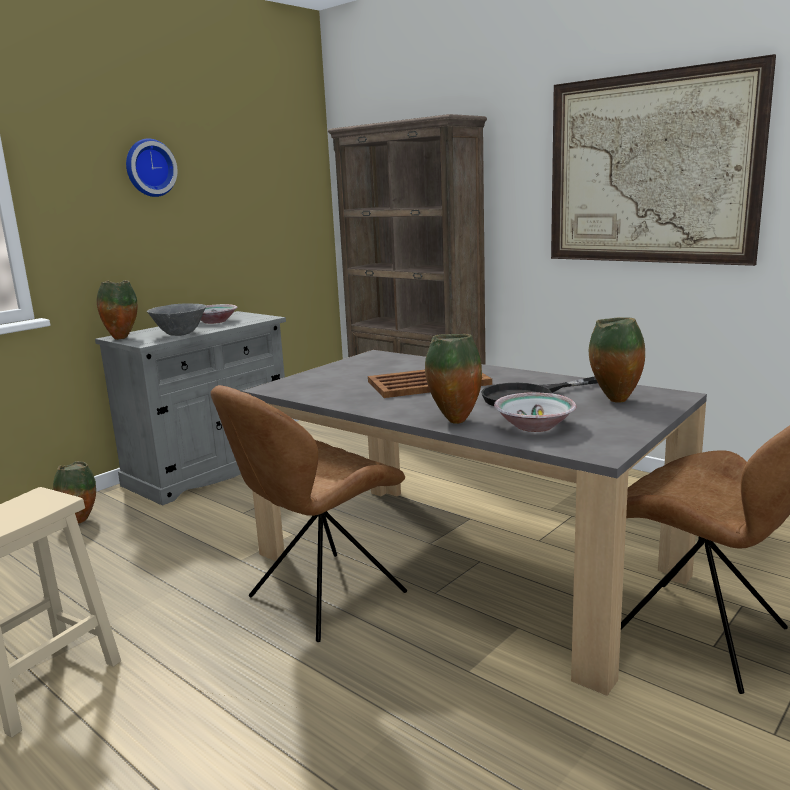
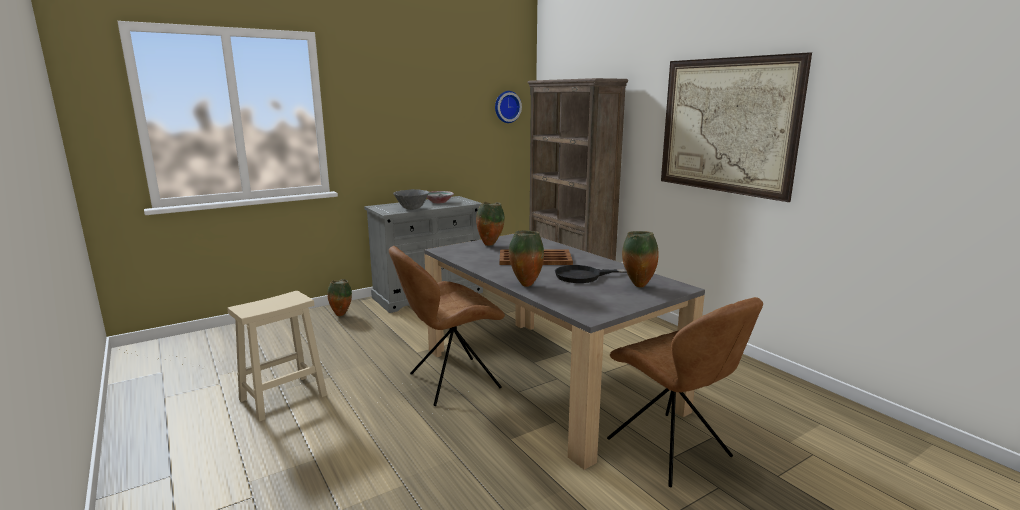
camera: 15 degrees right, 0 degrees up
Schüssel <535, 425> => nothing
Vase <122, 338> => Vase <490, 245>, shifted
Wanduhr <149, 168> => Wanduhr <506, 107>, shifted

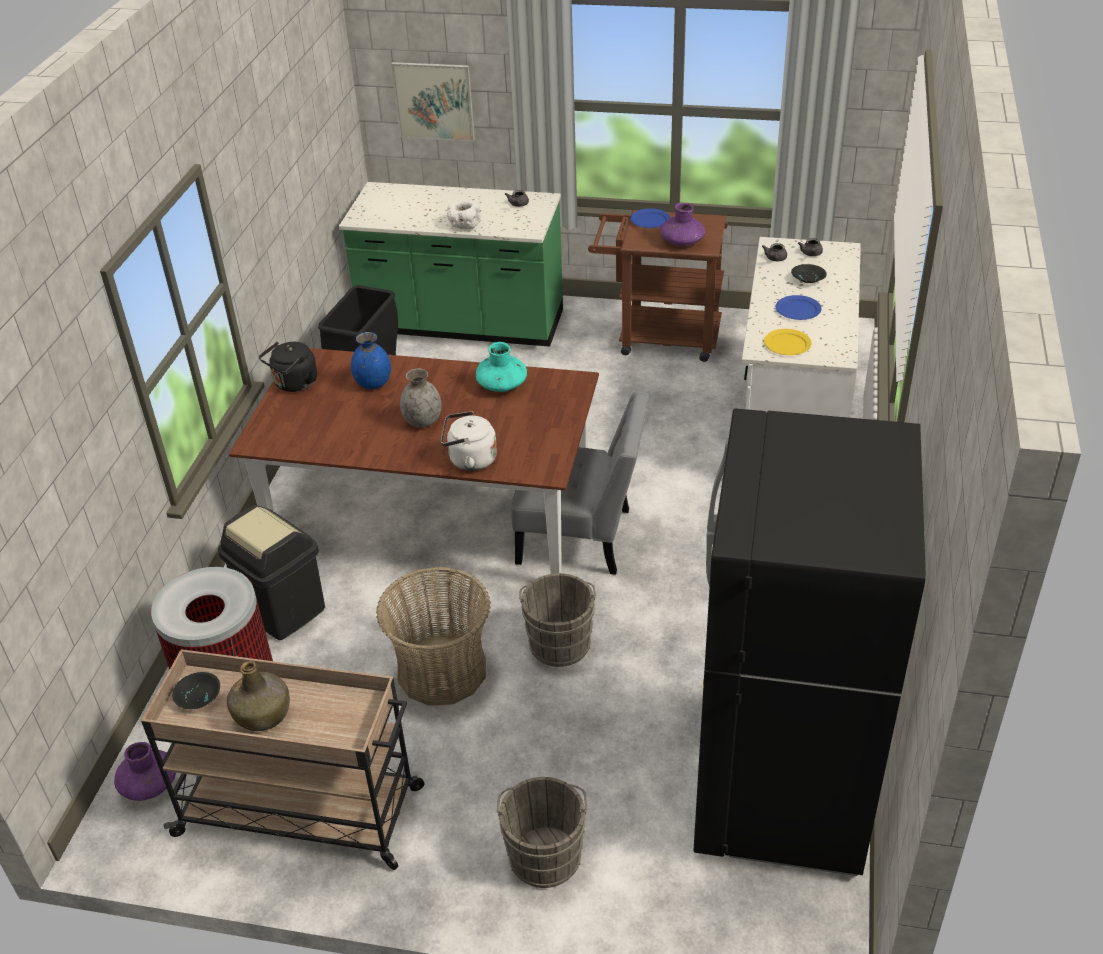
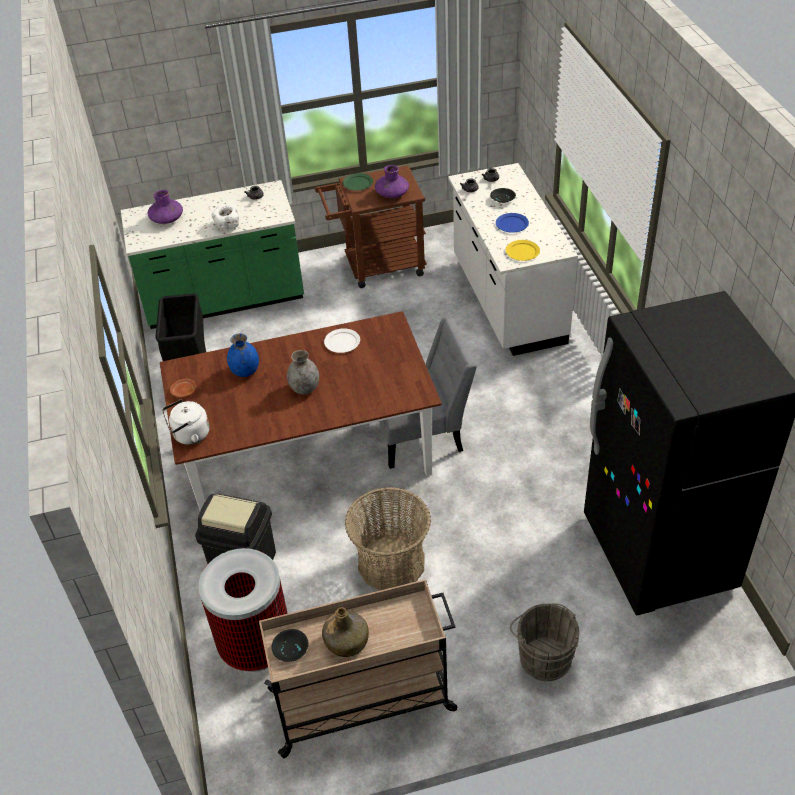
camera: 25 degrees left, 5 degrees up
Bild <434, 101> => nothing
Eimer/grau <559, 641> => nothing
Vase/lila <149, 784> => Vase/lila <167, 219>, shifted
Wasserkessel/weiß <469, 460> => Wasserkessel/weiß <189, 435>, shifted
Wasserkessel/schwarz <294, 384> => Teller/braun <184, 391>
Vase/türkis <502, 385> => Teller/weiß <342, 342>
Teller/blau <650, 220> => Teller/grün <357, 183>

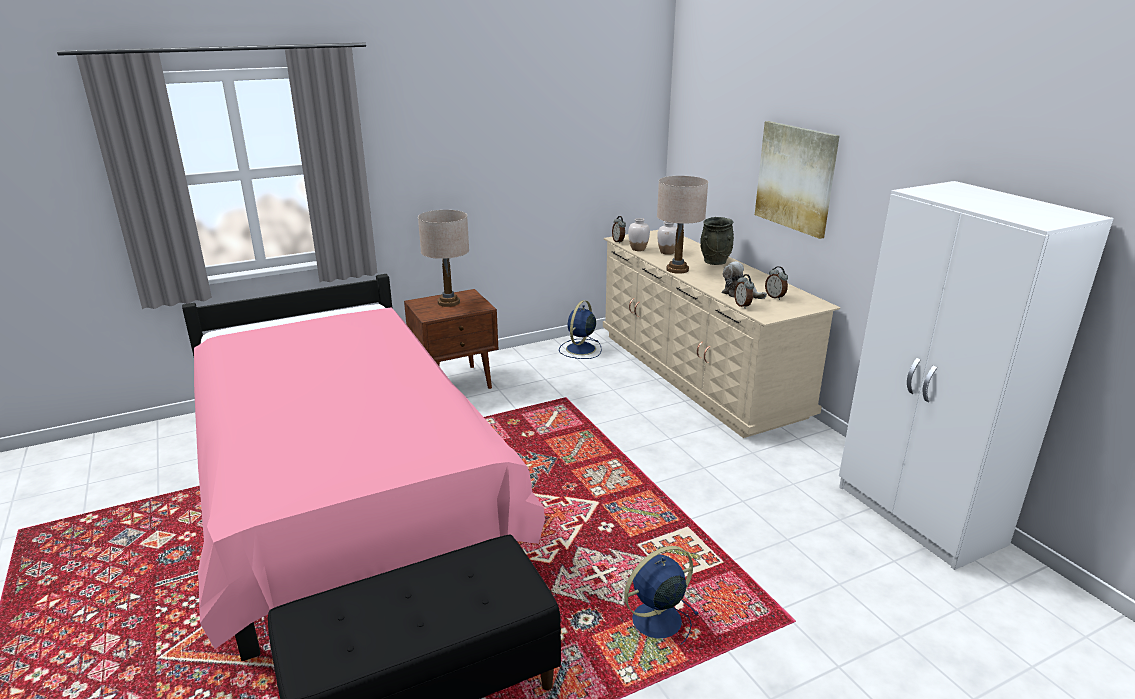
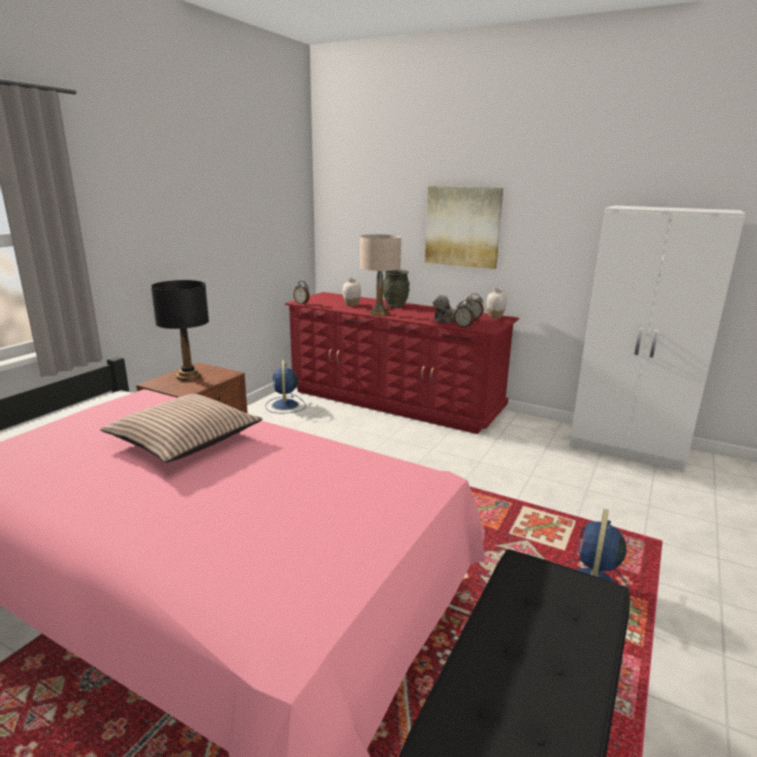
camera: 35 degrees left, 5 degrees down
nothing => Kissen <184, 440>
Vase/weiß <638, 249> => Vase/weiß <495, 317>, shifted
Tischlampe/beige <448, 302> => Tischlampe/schwarz <188, 377>
Kommode/beige <697, 373> => Kommode/rot <394, 400>

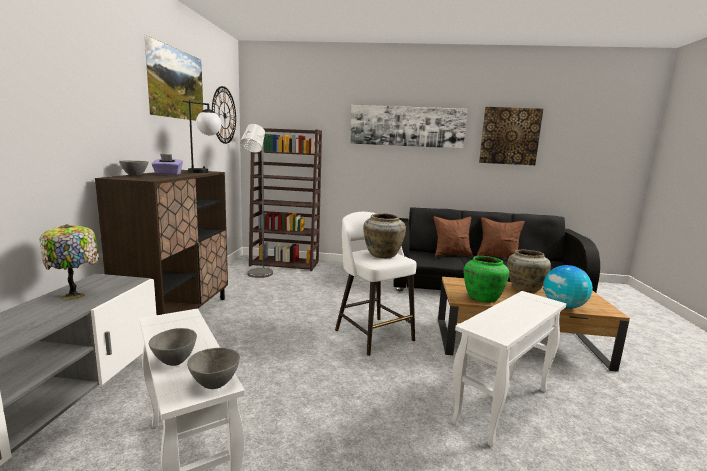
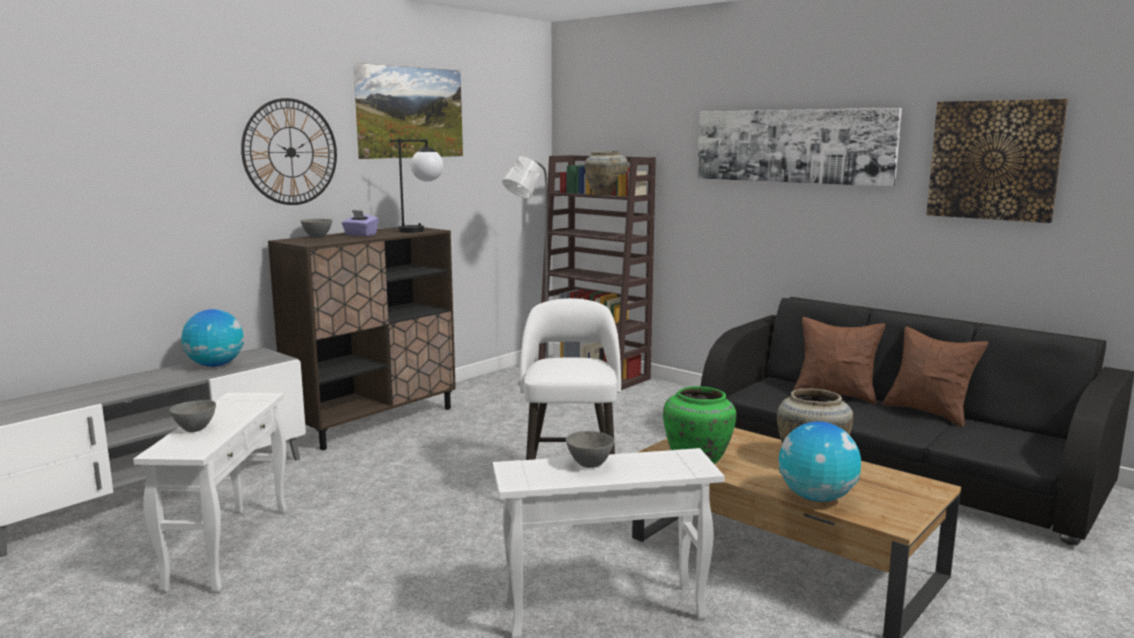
camera: 35 degrees right, 0 degrees up
Schüssel/grau <214, 384> => Schüssel/grau <589, 464>, shifted
Wanduhr <224, 115> => Wanduhr <290, 152>, shifted
Vase/beige <382, 255> => Vase/beige <605, 194>, shifted
Tischlampe <75, 296> => Globus <215, 365>

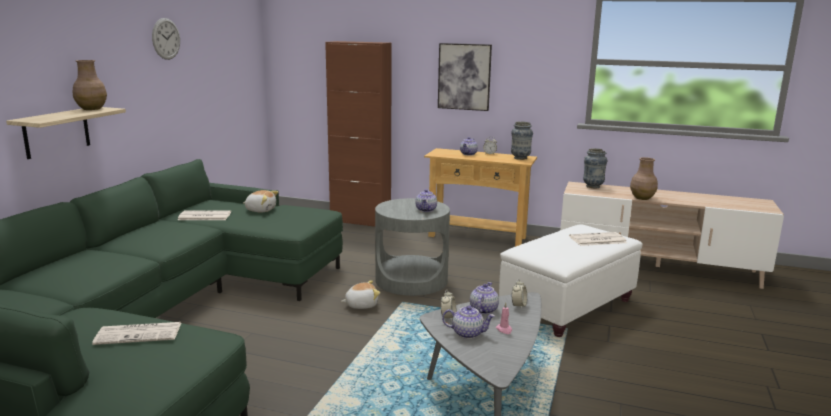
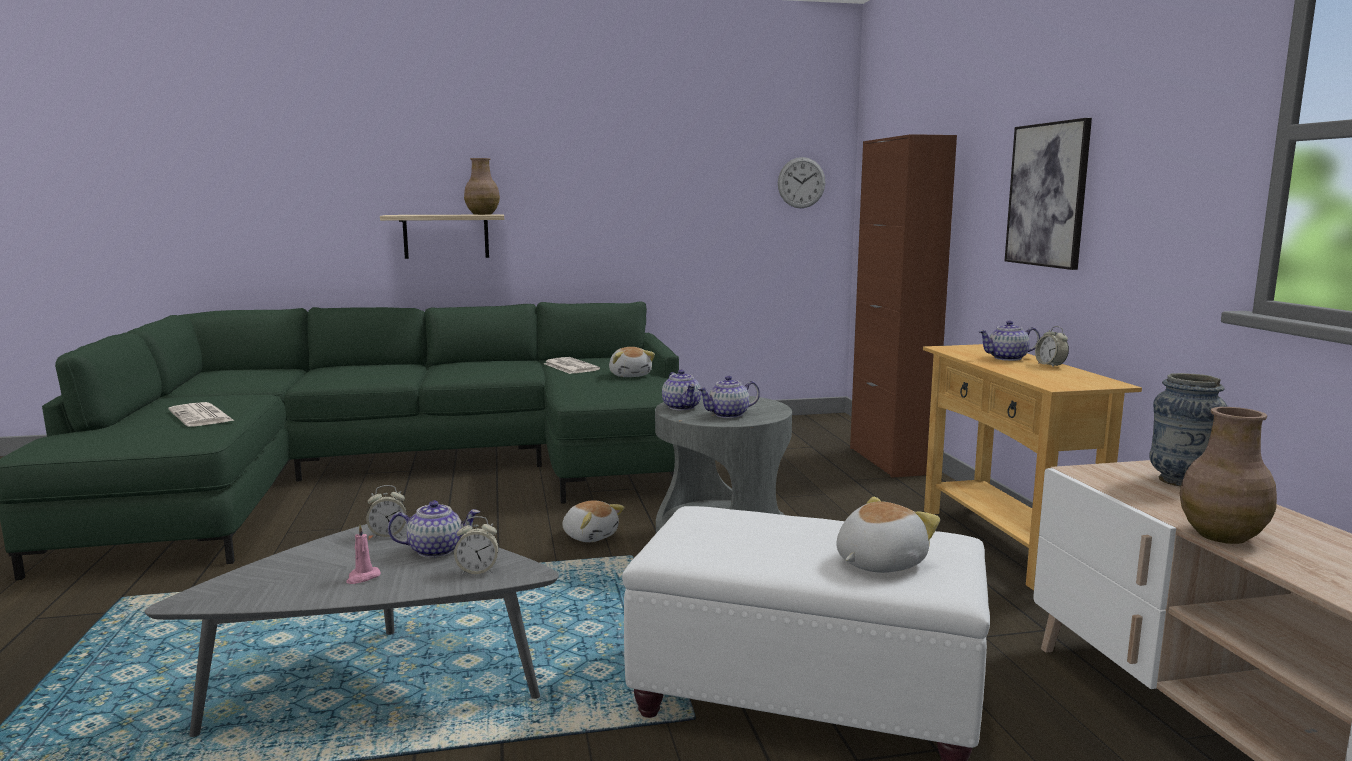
camera: 60 degrees right, 5 degrees down
Vase <520, 158> => nothing
Wanduhr <166, 39> => Wanduhr <801, 182>, shifted
Teekanne <468, 333> => Teekanne <682, 407>, shifted
Zeitung <597, 240> => Plüschtier <878, 563>

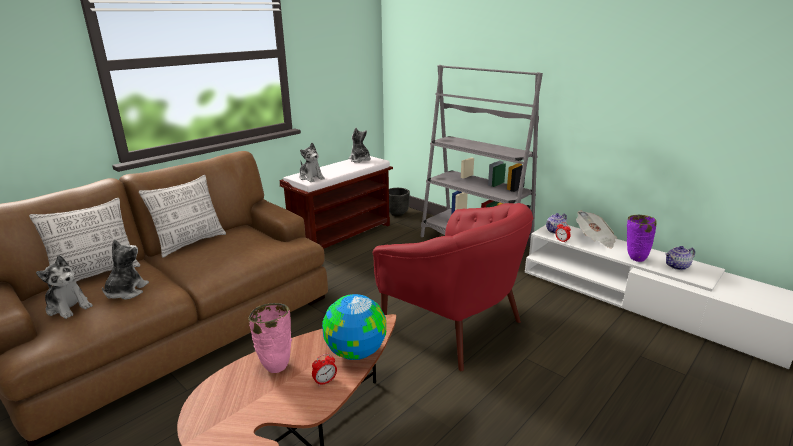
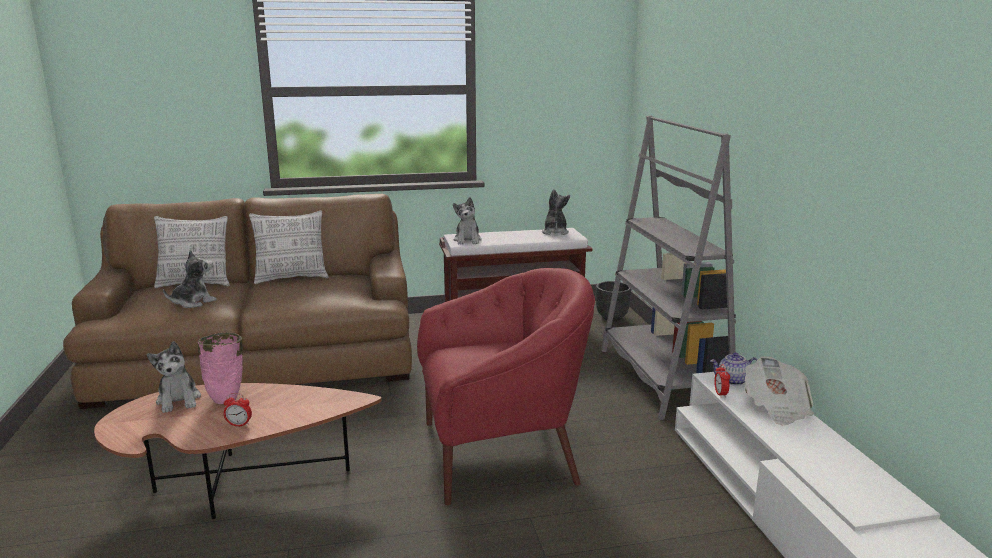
camera: 35 degrees right, 5 degrees down
Globus <355, 352> => nothing
Vase/lila <634, 258> => nothing
Teekanne <677, 266> => nothing
Plüschtier <69, 307> => Plüschtier <179, 400>, shifted
Sessel/rot <454, 325> => Sessel/rot <500, 453>, 90 degrees counterclockwise

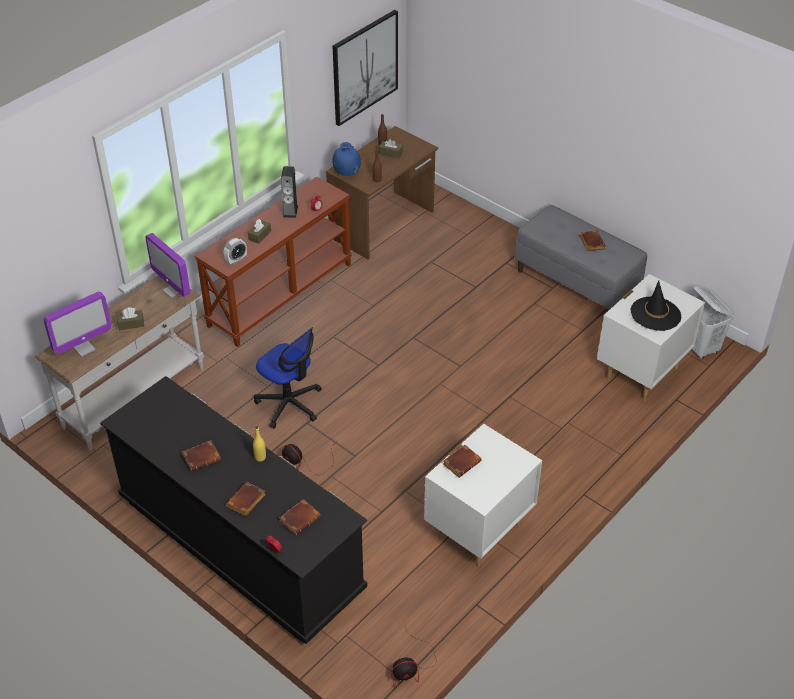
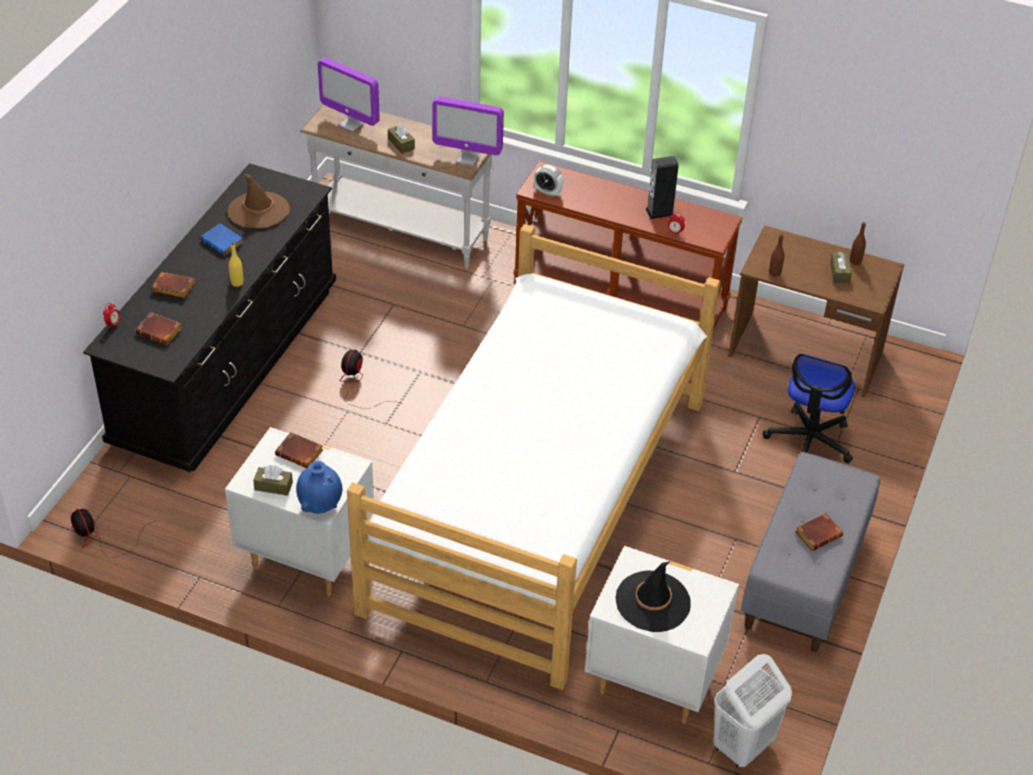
camera: 70 degrees right, 0 degrees up
Bild <365, 67> => nothing
nothing => Hut/braun <258, 210>
nothing => Bett <537, 503>
Taschentuchbox/braun <259, 235> => Taschentuchbox/braun <273, 486>, shifted
Bürostuhl <289, 404> => Bürostuhl <809, 441>, shifted
Vase/blau <346, 173> => Vase/blau <320, 505>, shifted
Buch/braun <202, 457> => Buch/blau <224, 242>
Monitor <173, 290> => Monitor <467, 158>, 105 degrees counterclockwise

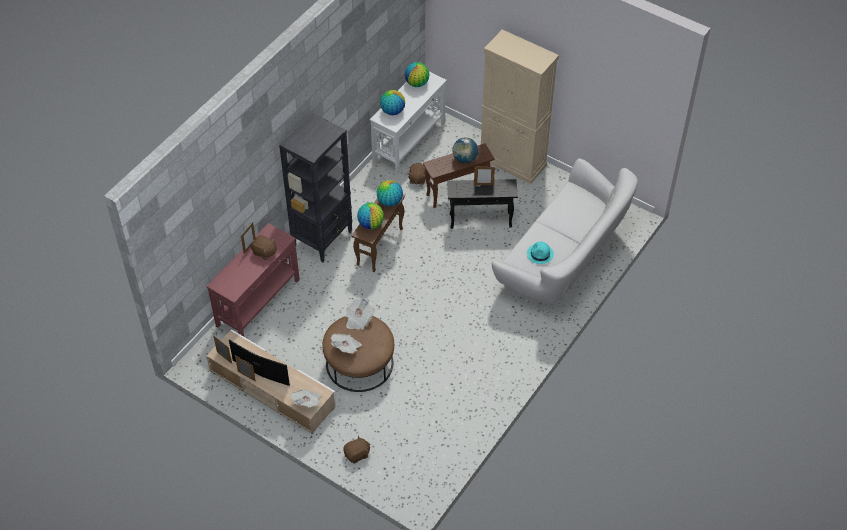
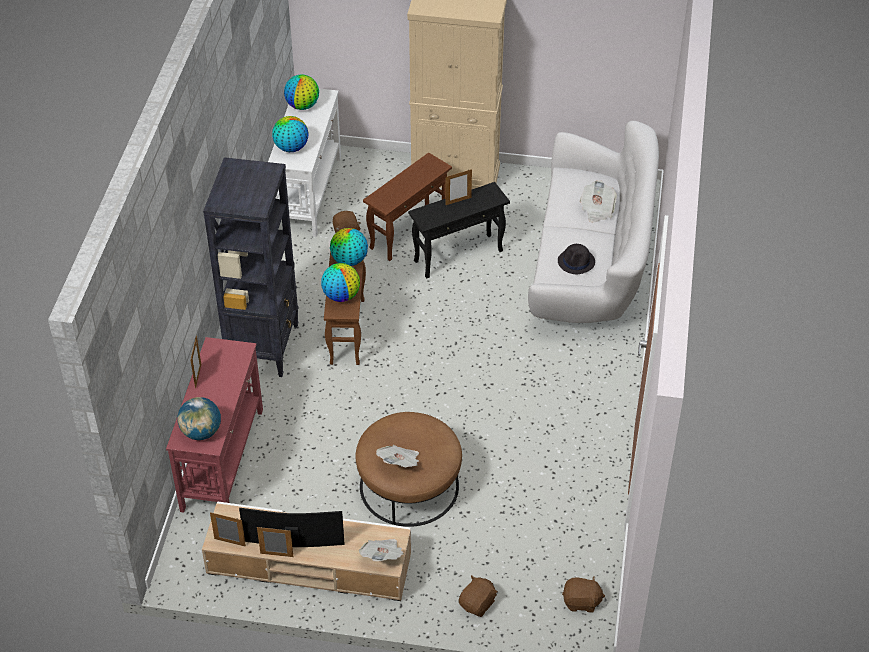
camera: 25 degrees left, 5 degrees down
Plüschtier/braun <264, 252> => Plüschtier/braun <581, 602>, shifted
Zeitung <358, 319> => Zeitung <597, 210>, shifted
Globus <465, 159> => Globus <201, 432>, shifted
Hut/türkis <540, 254> => Hut/schwarz <576, 262>

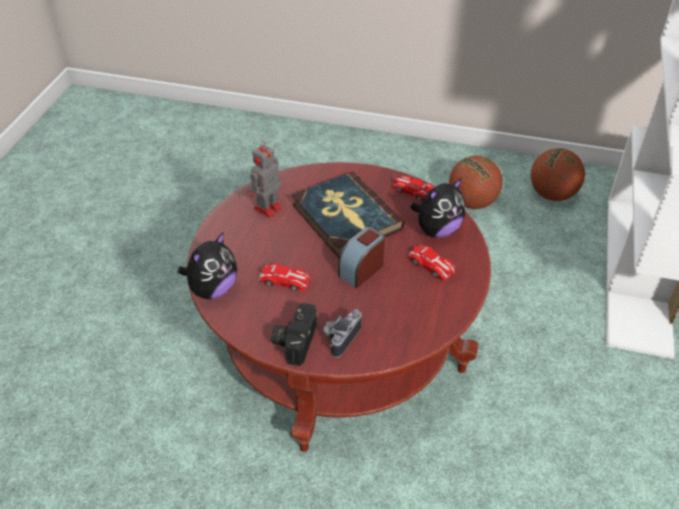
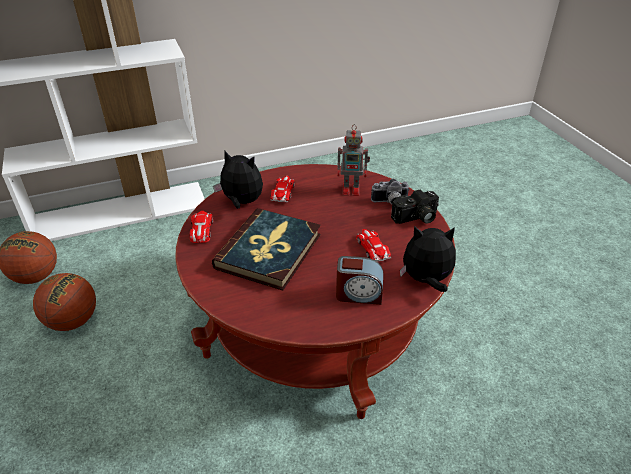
camera: 125 degrees left, 5 degrees down
Spielzeugroboter <266, 209> => Spielzeugroboter <352, 189>, shifted
Wecker <361, 270> => Wecker <358, 294>, shifted

